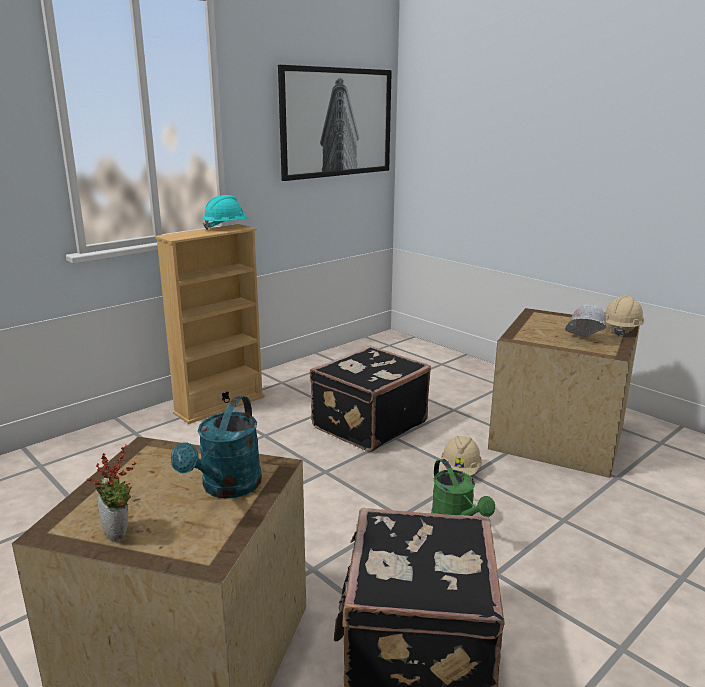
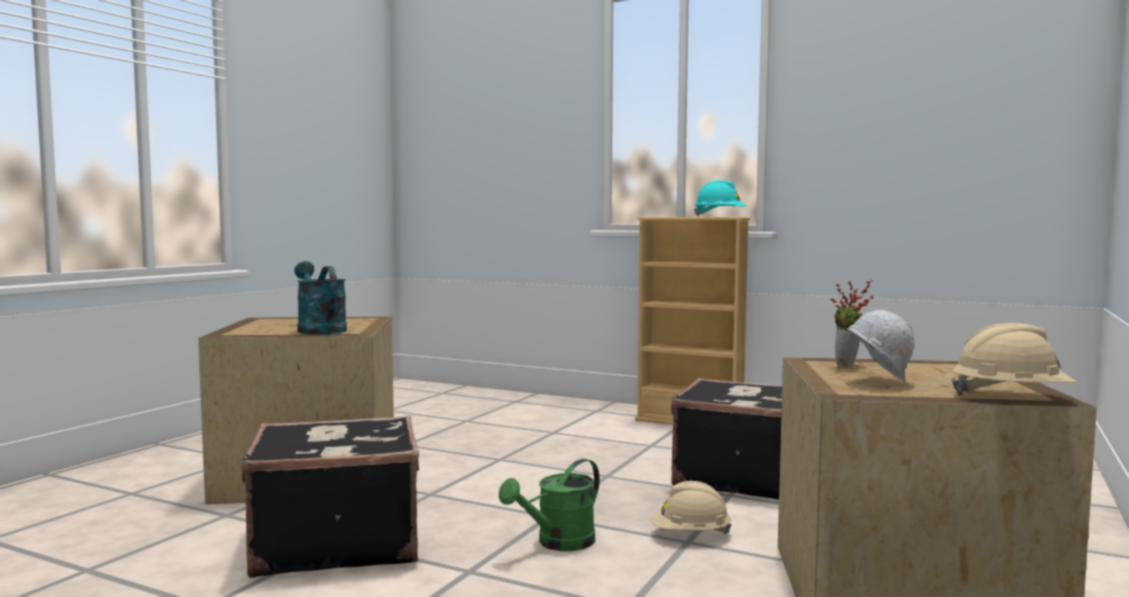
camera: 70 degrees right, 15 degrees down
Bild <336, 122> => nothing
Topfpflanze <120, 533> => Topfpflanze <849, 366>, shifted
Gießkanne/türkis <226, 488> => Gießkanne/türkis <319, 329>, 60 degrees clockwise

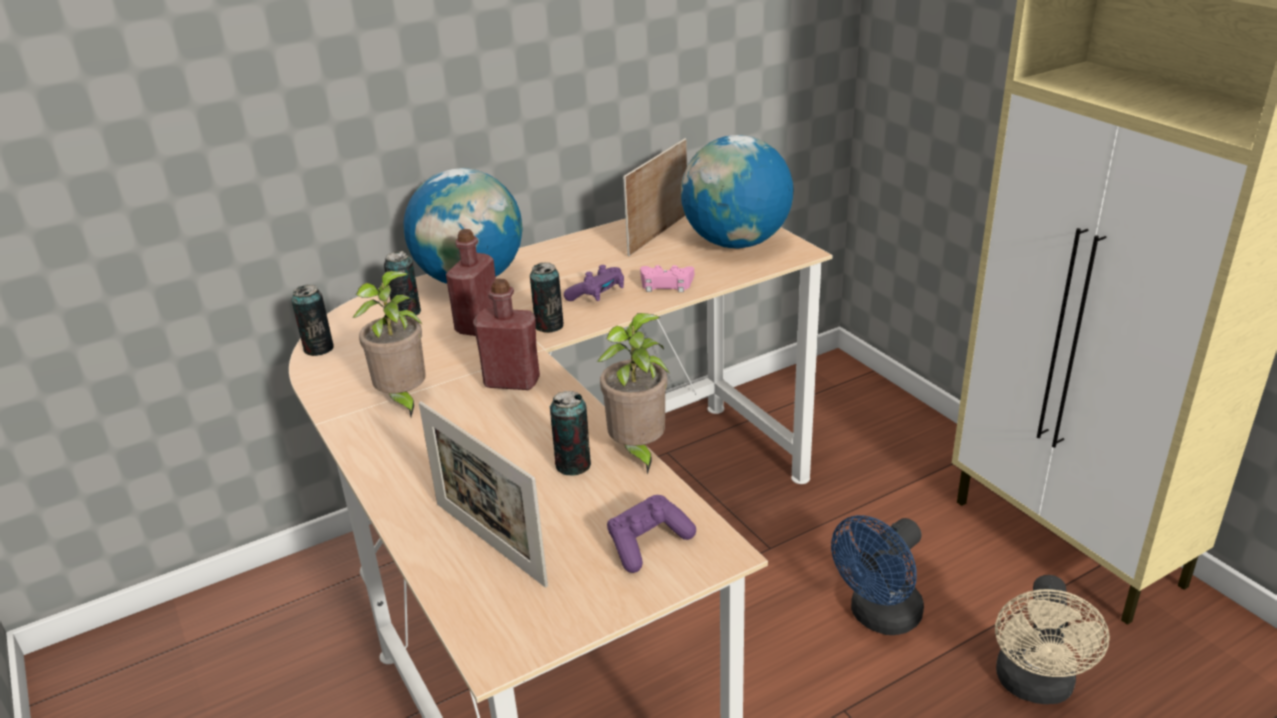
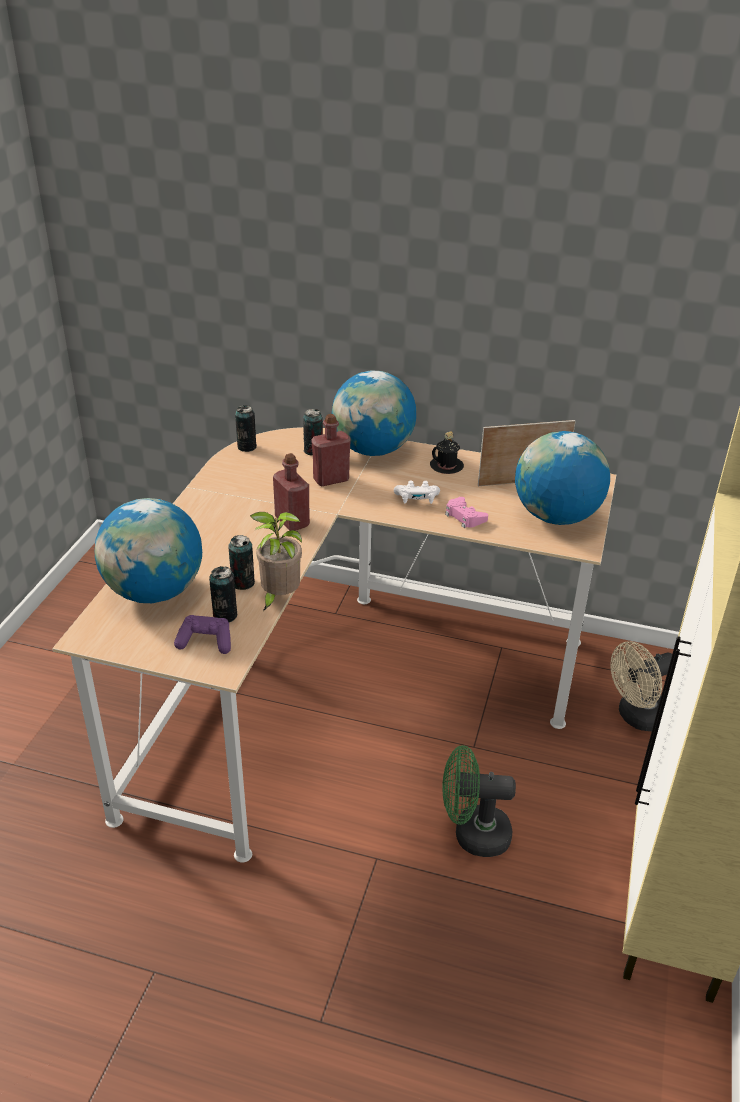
camera: 45 degrees right, 5 degrees up
Topfpflanze <403, 401> => nothing
nothing => Henkelbecher/schwarz <446, 466>
Dose <549, 326> => Dose <225, 615>, shifted
Ventilator/beige <1035, 687> => Ventilator/beige <636, 717>, shifted
Bilderrahmen <489, 543> => Globus <154, 592>
Gamepad/lila <597, 295> => Gamepad/weiß <417, 500>
Ventilator/blau <879, 618> => Ventilator/grün <472, 834>

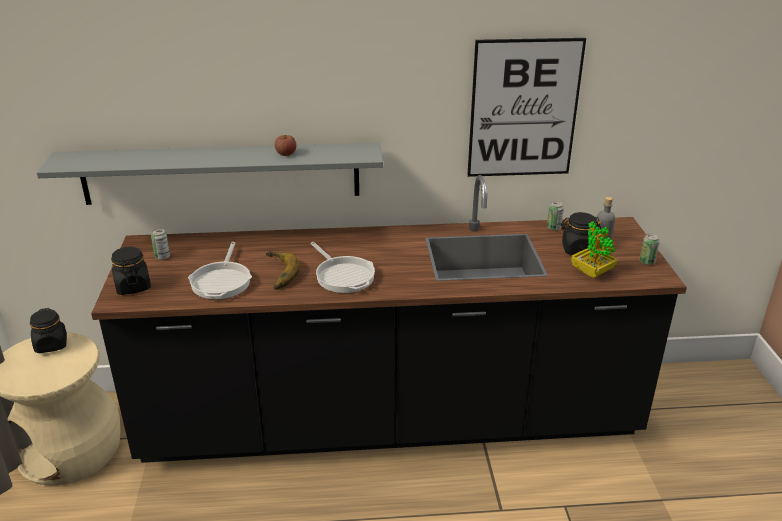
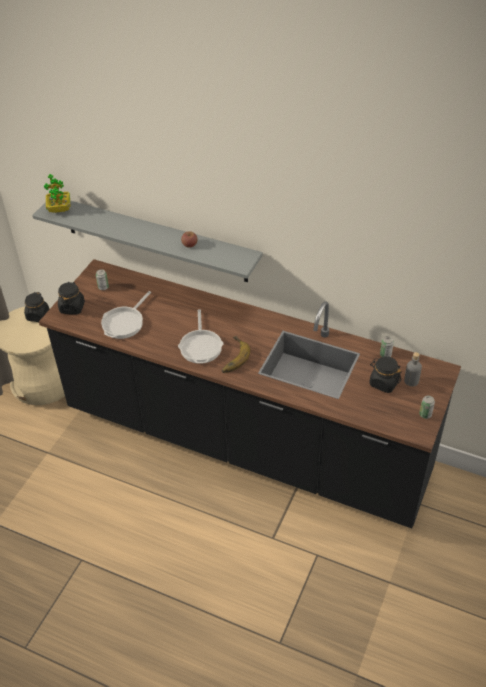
camera: 30 degrees right, 15 degrees up
Bild <523, 109> => nothing
Banane <276, 274> => Banane <231, 357>, shifted
Topfpflanze <592, 272> => Topfpflanze <59, 209>, shifted

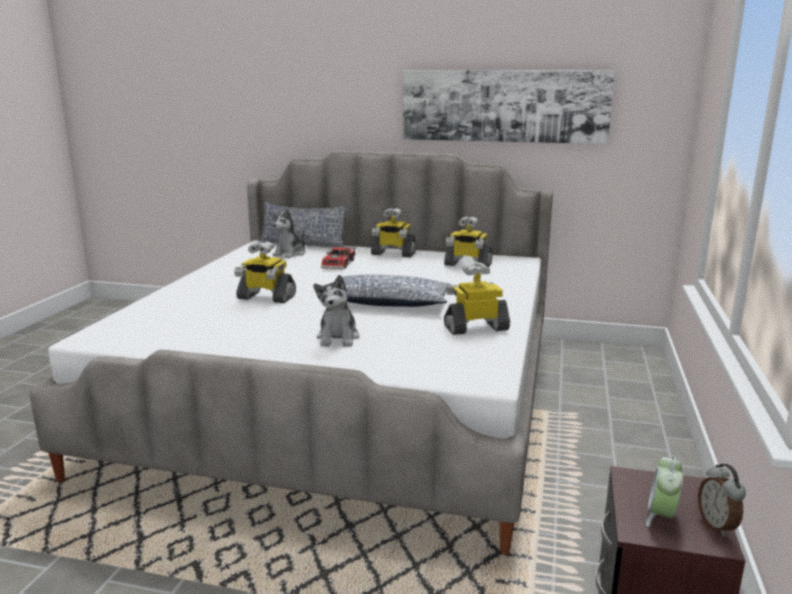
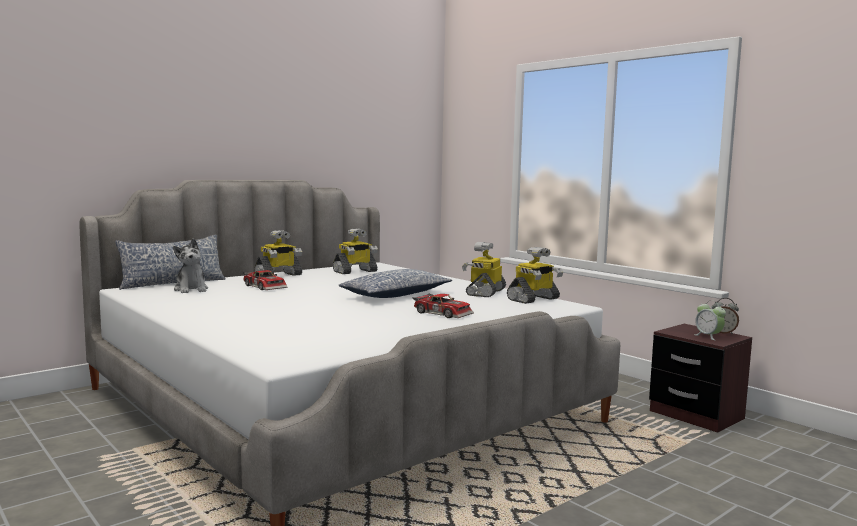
camera: 55 degrees left, 10 degrees down
Bild <504, 106> => nothing
Spielzeugroboter <265, 297> => Spielzeugroboter <533, 299>, shifted
Plüschtier <338, 338> => Spielzeugauto <443, 313>

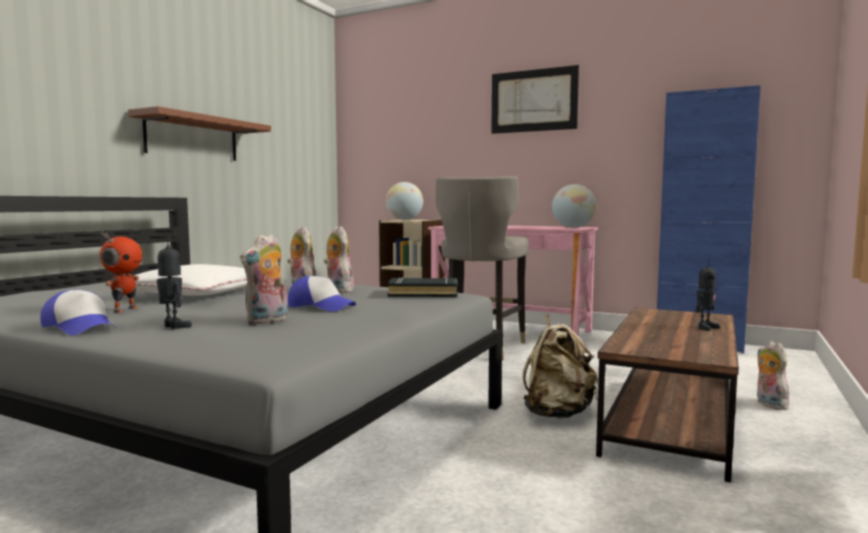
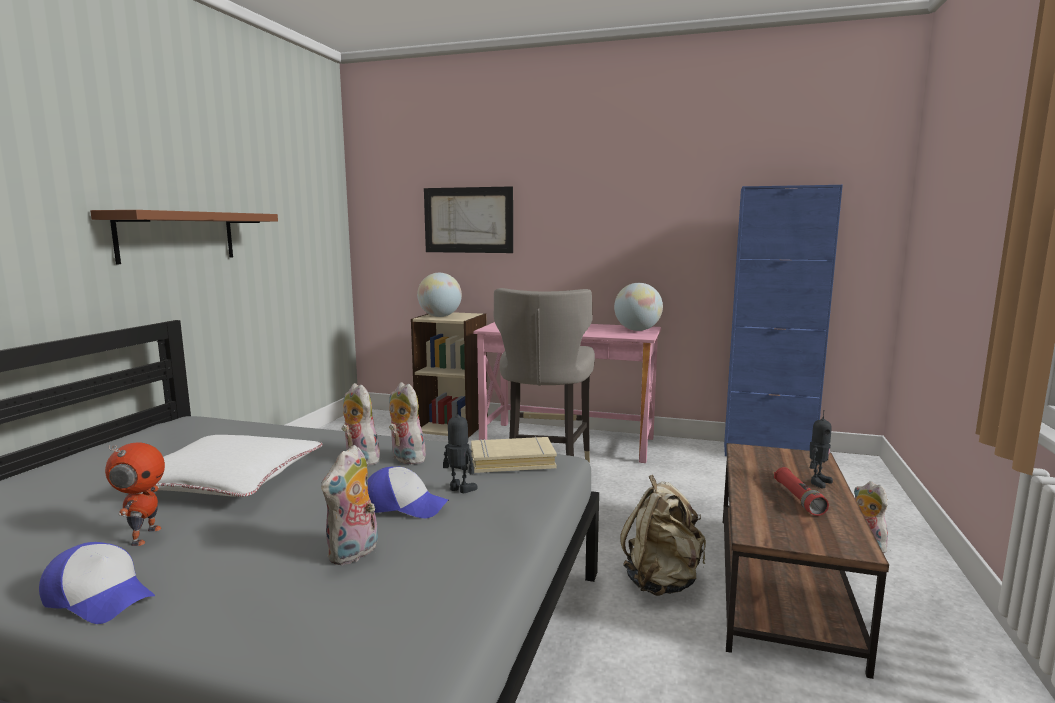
camera: 10 degrees left, 5 degrees up
nothing => Taschenlampe/rot <798, 499>
Spielzeugroboter <173, 326> => Spielzeugroboter <460, 489>, shifted
Bild <533, 100> => Bild <468, 220>, shifted
Buch/schwarz <423, 293> => Buch/beige <512, 461>

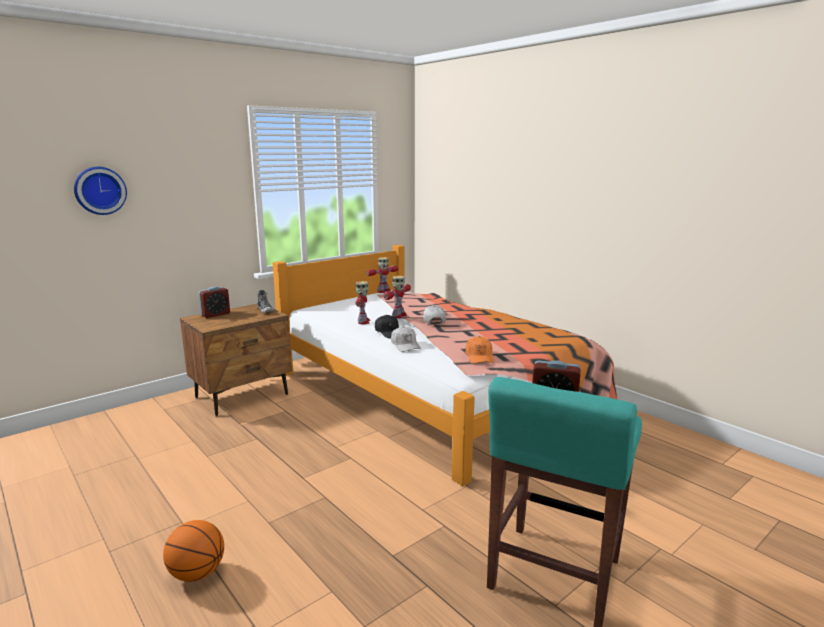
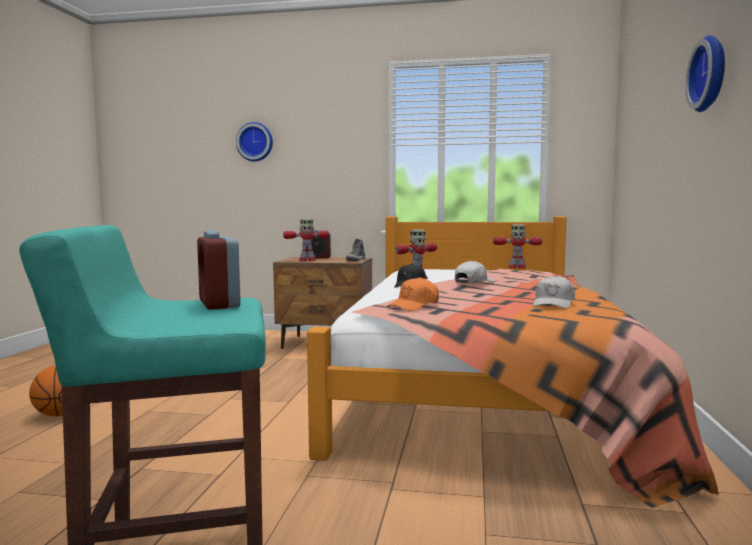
camera: 50 degrees right, 10 degrees down
nothing => Wanduhr <711, 74>
Spielzeugroboter <399, 316> => Spielzeugroboter <307, 260>, shifted
Kappe/weiß <405, 345> => Kappe/weiß <553, 304>, shifted

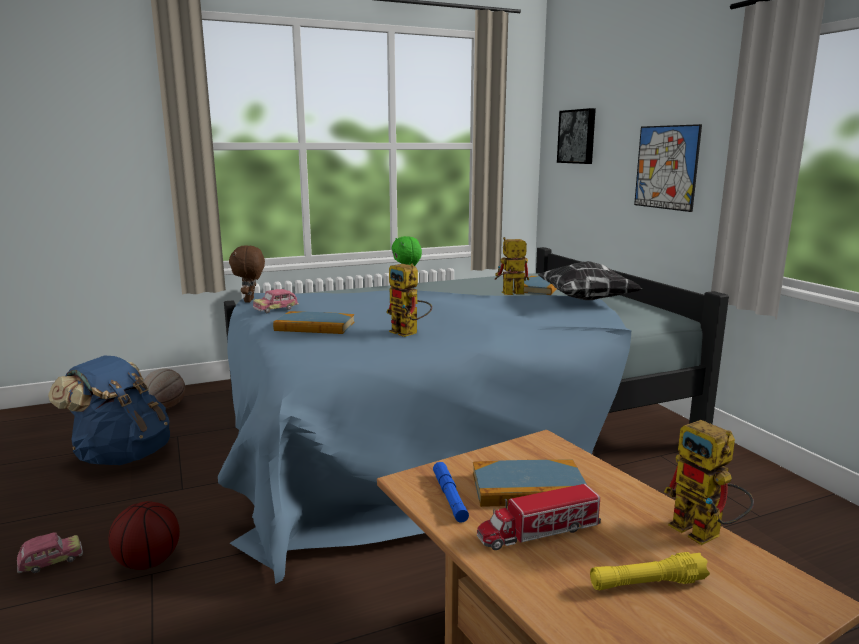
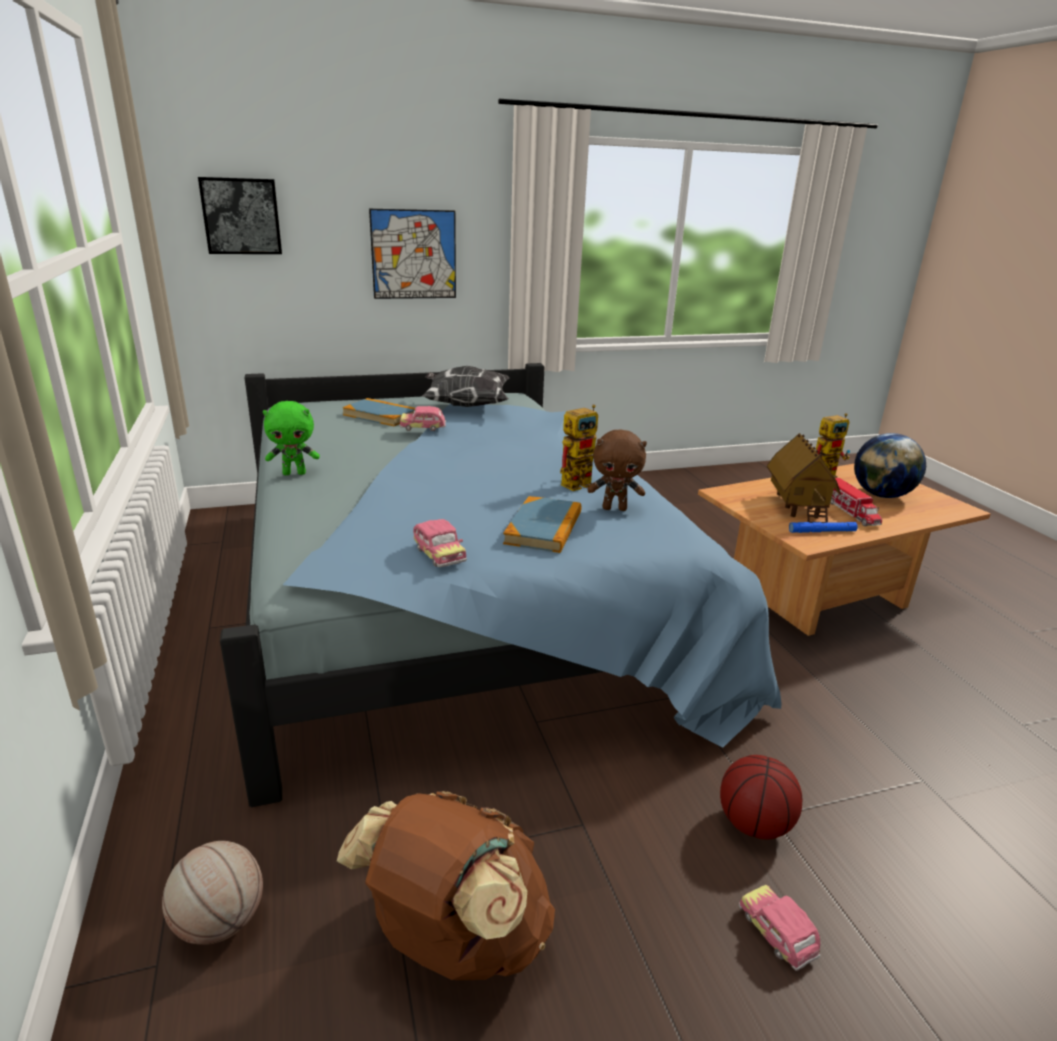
camera: 85 degrees left, 10 degrees up
Plüschtier/braun <250, 301> => Plüschtier/braun <615, 508>, shifted
Buch <528, 488> => Spielzeughaus <797, 507>
Spielzeugroboter <508, 294> => Spielzeugauto <423, 428>
Taschenlampe/gelb <647, 583> => Globus <881, 495>
Rucksack/blau <122, 456> => Rucksack/braun <455, 939>

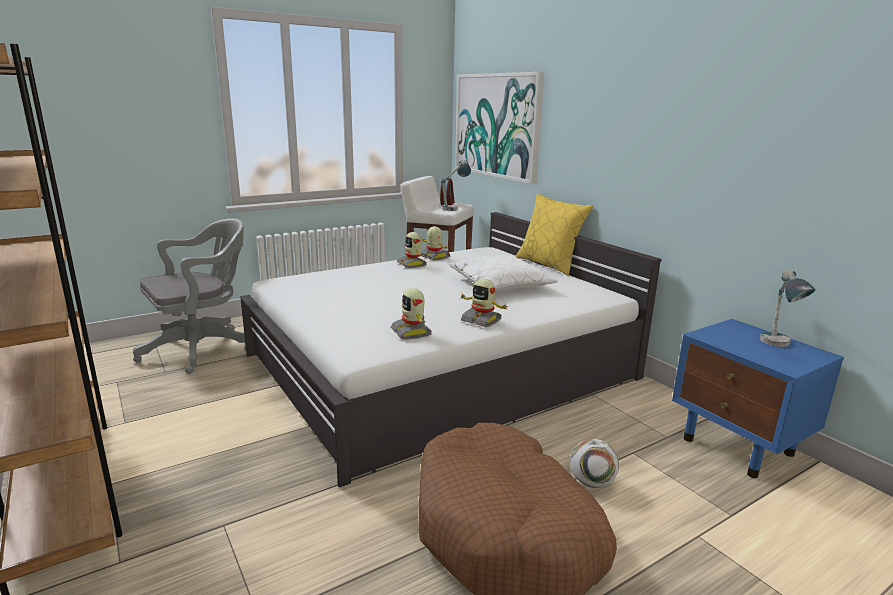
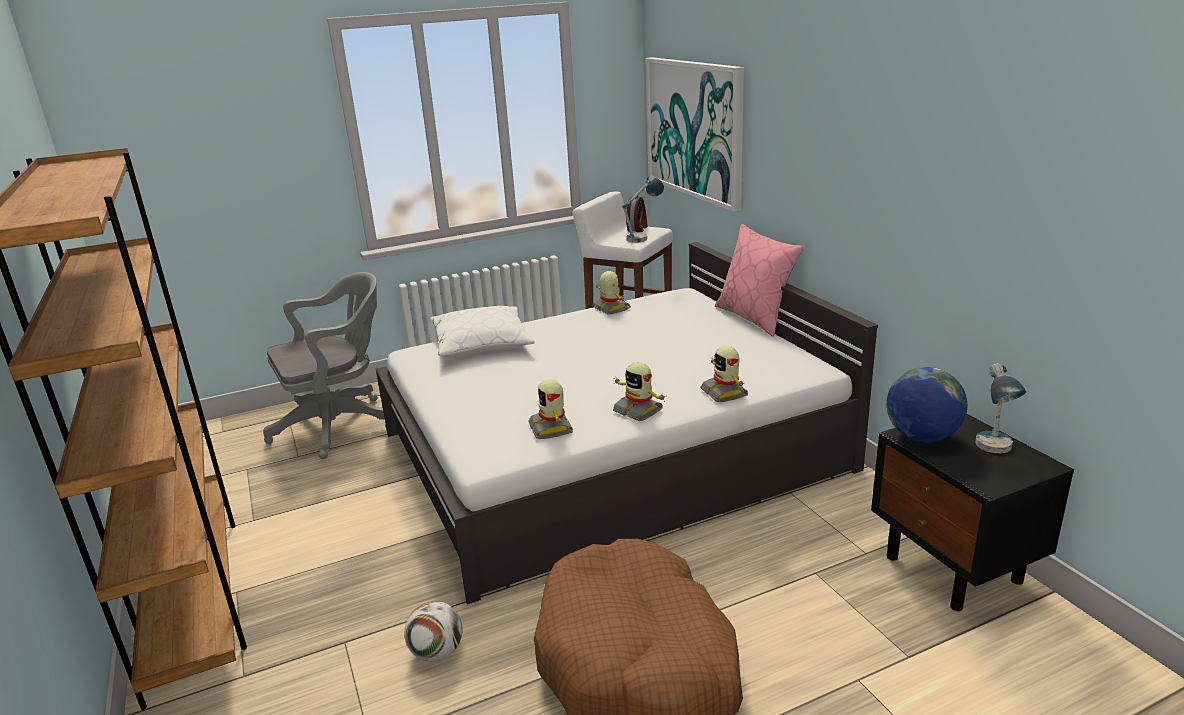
camera: 10 degrees right, 5 degrees up
nothing => Globus <921, 437>
Spielzeugroboter <412, 264> => Spielzeugroboter <725, 392>, shifted
Kissen/weiß <500, 284> => Kissen/weiß <482, 343>, shifted
Fußball <591, 482> => Fußball <437, 652>, shifted
Kissen/gelb <549, 264> => Kissen/rosa <755, 317>
Nachttisch/blau <739, 447> => Nachttisch/schwarz <954, 569>

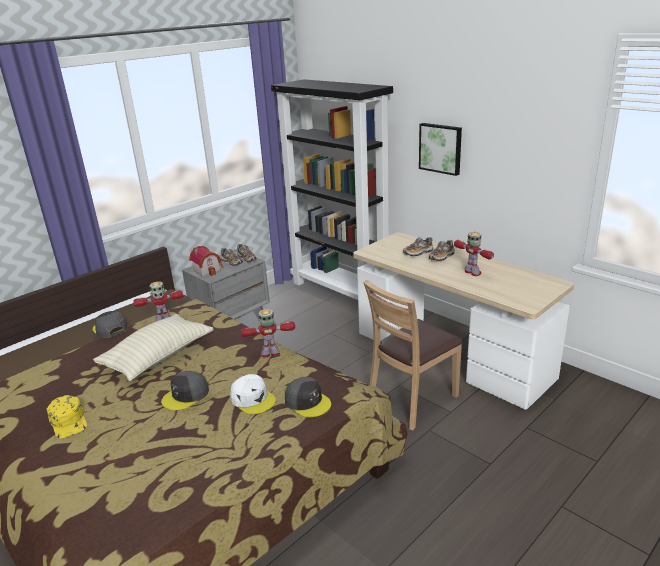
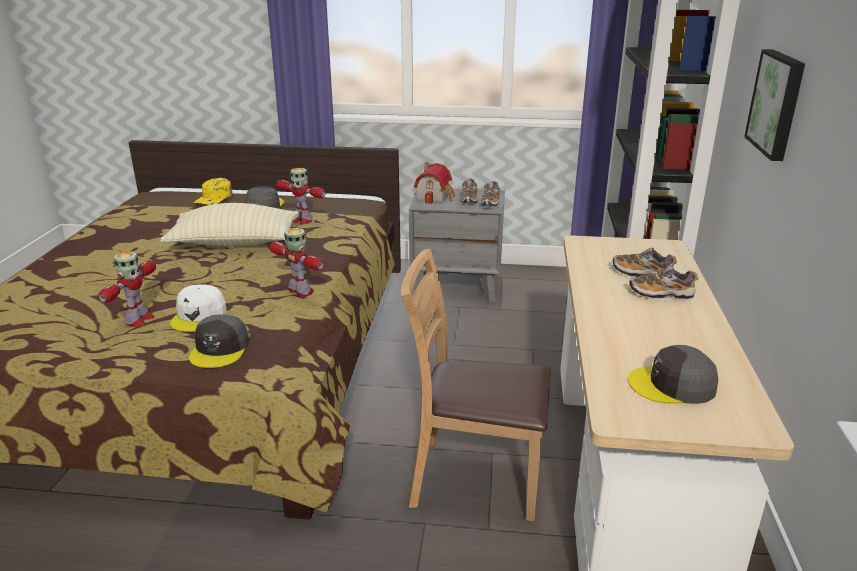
camera: 50 degrees right, 0 degrees up
Kappe/gelb <69, 421> => Kappe/gelb <214, 198>, shifted
Kappe/grau <186, 395> => Kappe/grau <672, 385>, shifted
Spielzeugroboter <472, 273> => Spielzeugroboter <139, 320>, shifted

